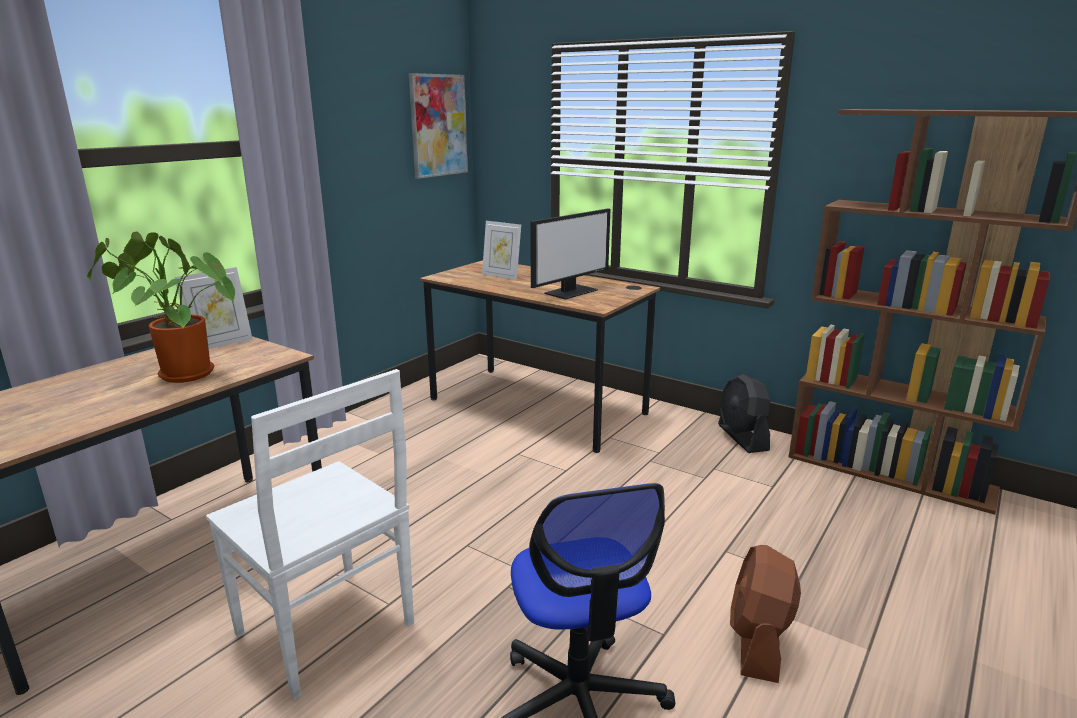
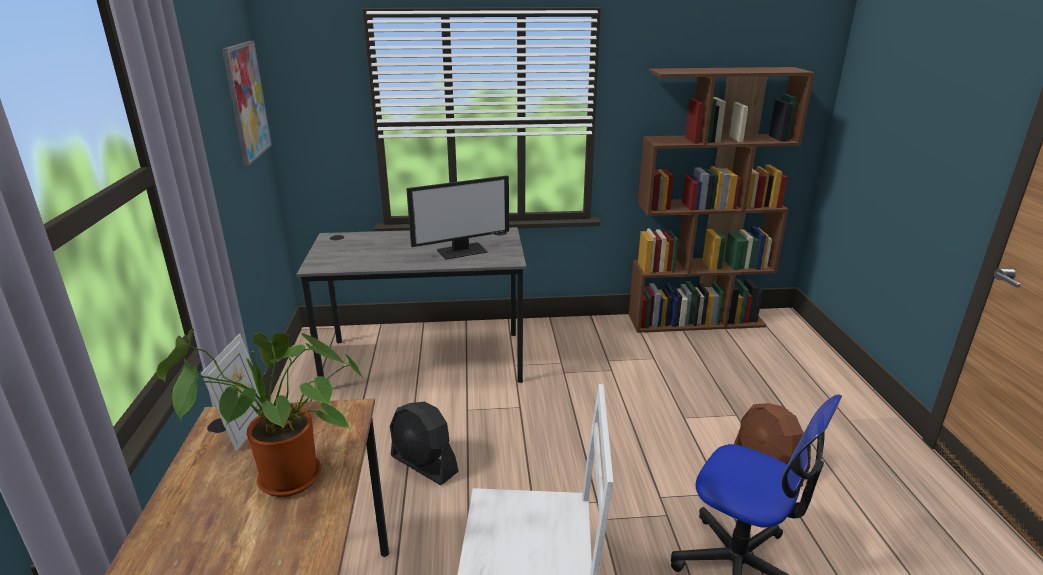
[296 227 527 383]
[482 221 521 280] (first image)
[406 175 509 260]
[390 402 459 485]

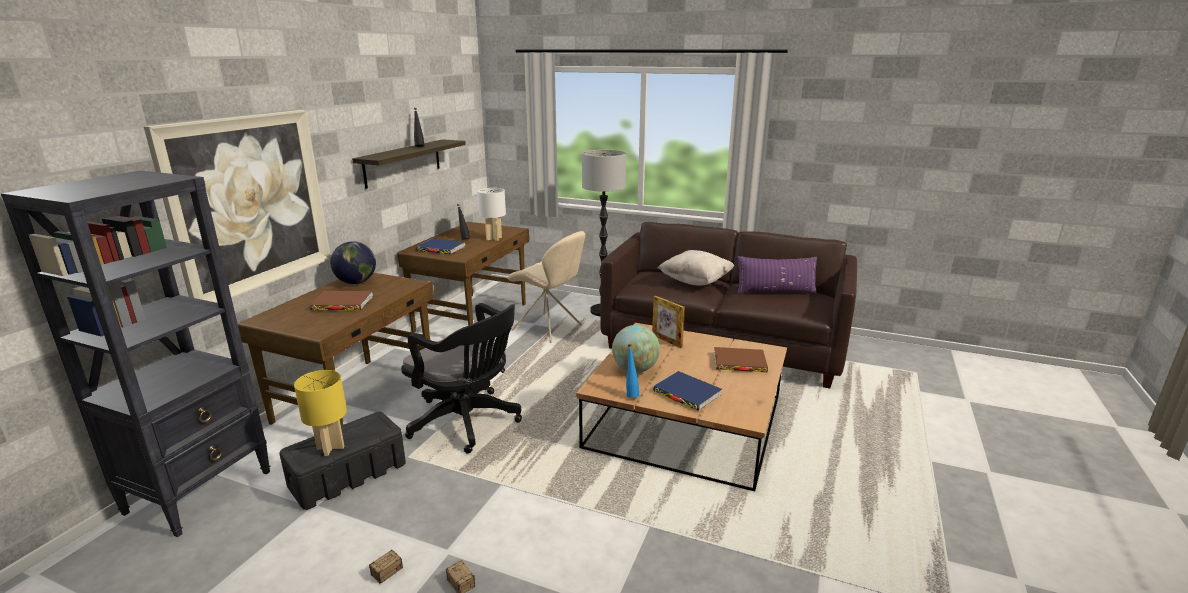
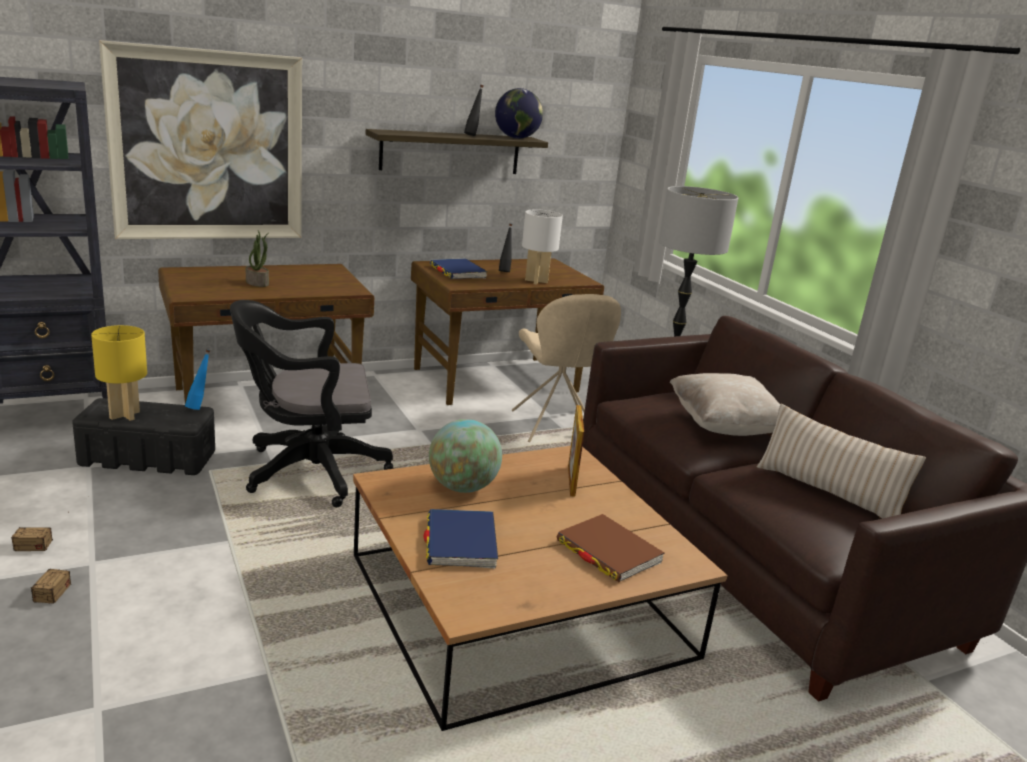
[246 230 269 287]
[495 88 543 139]
[230 300 394 507]
[185 349 211 410]
[757 404 926 518]

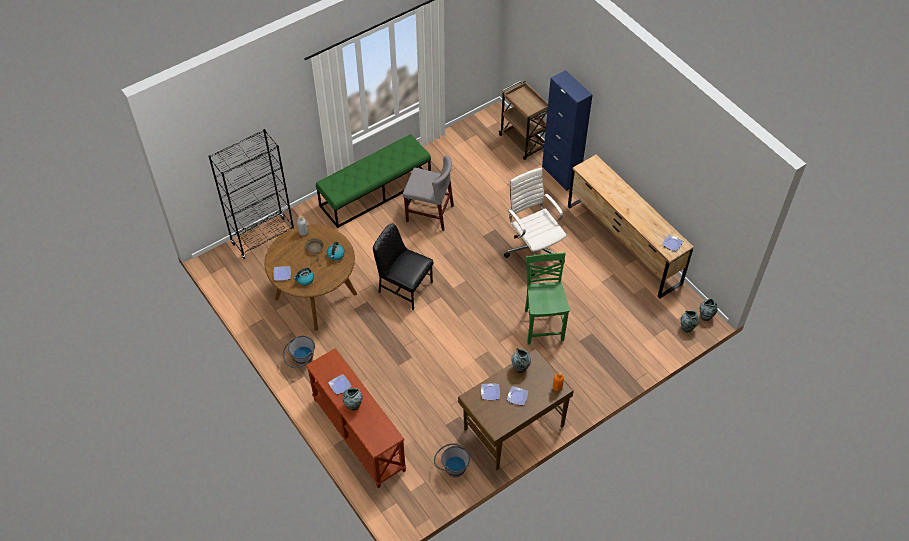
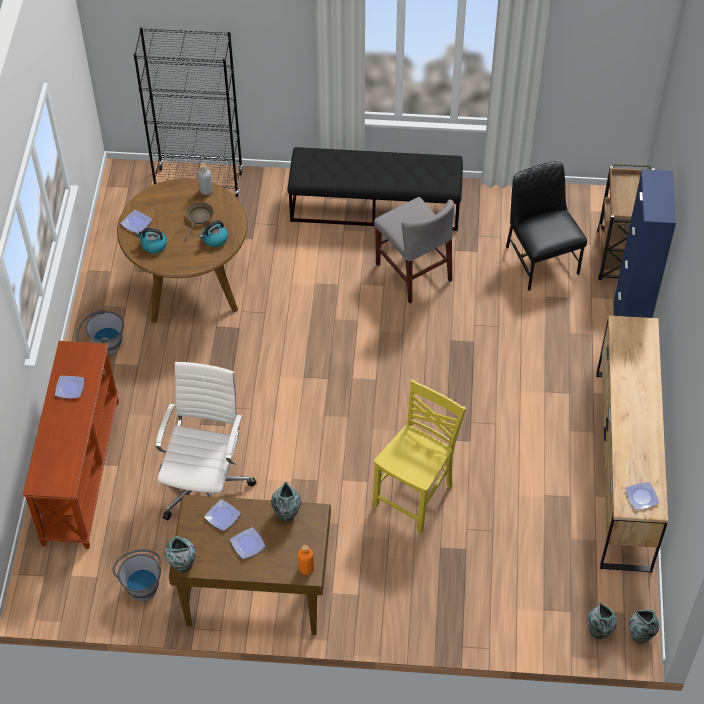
[287 147 463 231]
[165 536 196 573]
[506 161 587 290]
[156 362 257 521]
[373 380 466 534]

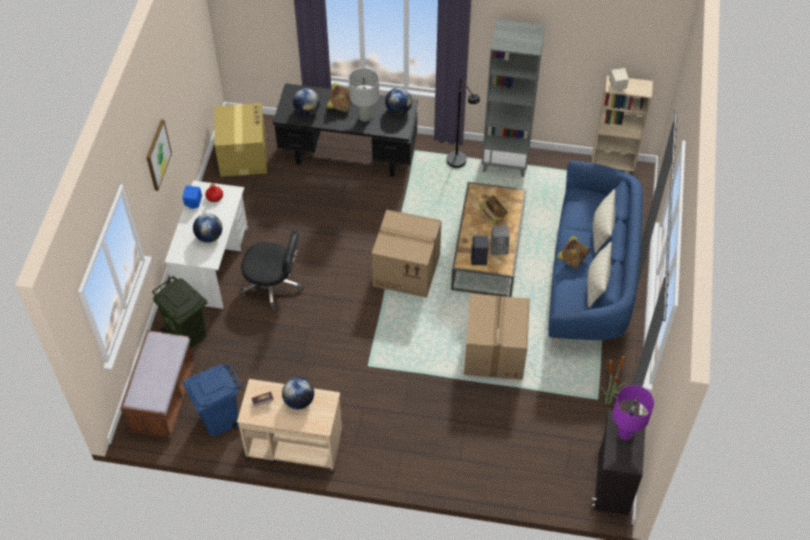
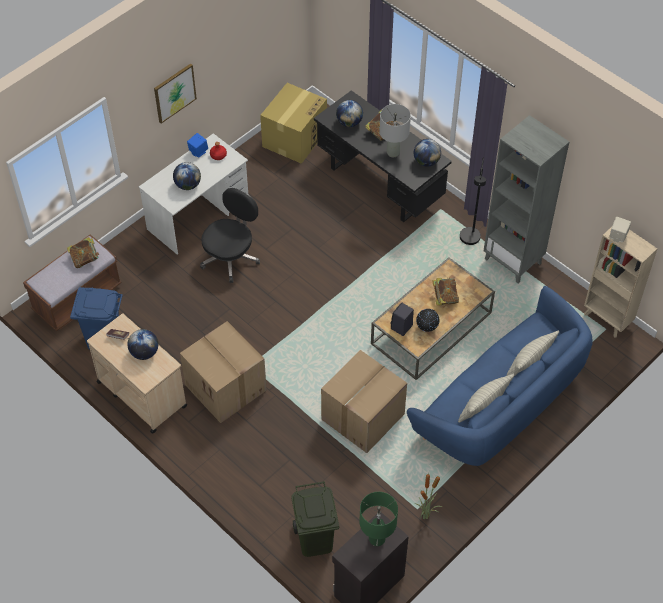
[291 481 339 557]
[200 188 260 283]
[180 321 267 423]
[416 309 440 332]
[67 237 100 268]
[359 492 398 546]

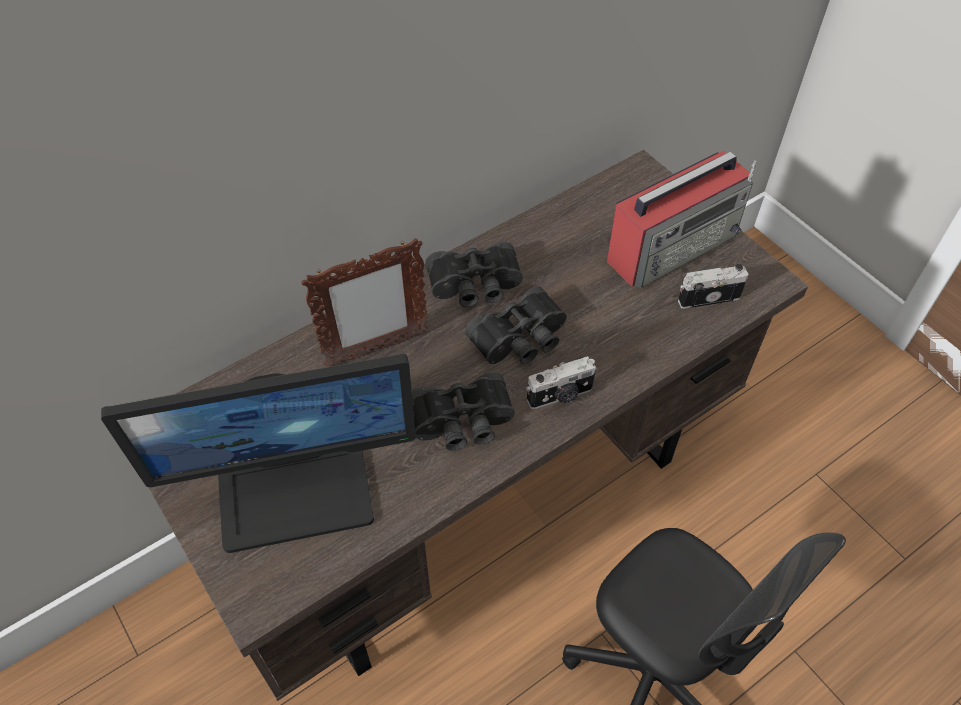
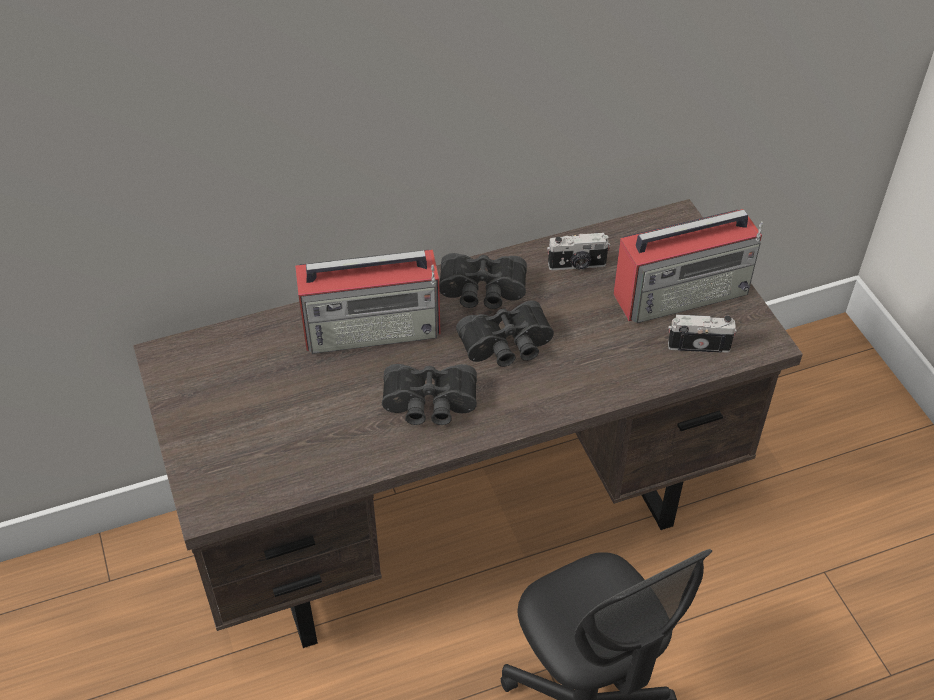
[101 354 416 553] (first image)
[295 250 441 354]
[547 233 610 270]

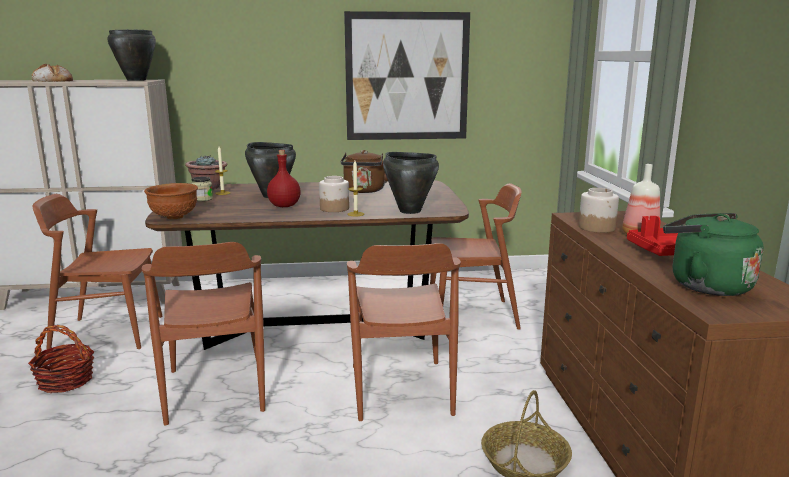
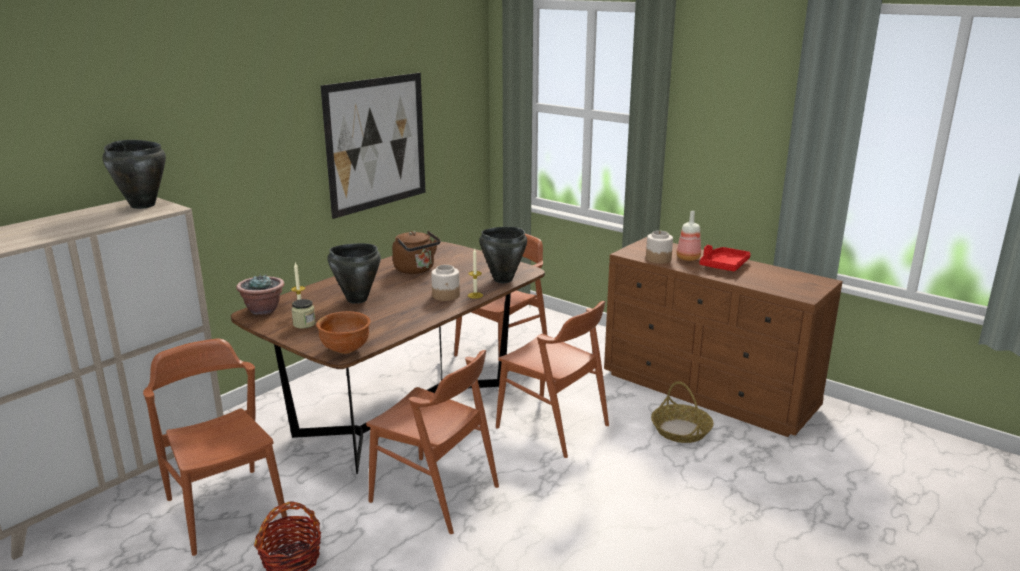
[32 64 73 82] (first image)
[143 339 288 556]
[267 150 301 207] (first image)
[663 213 764 296] (first image)

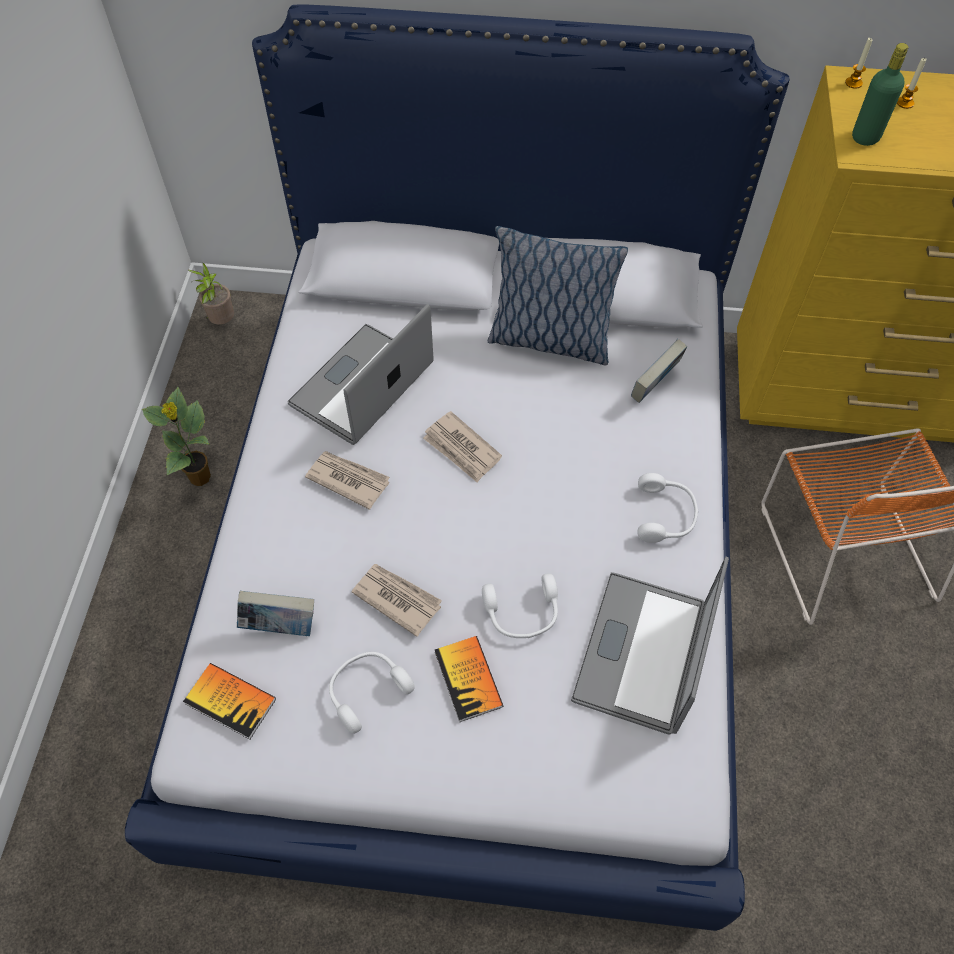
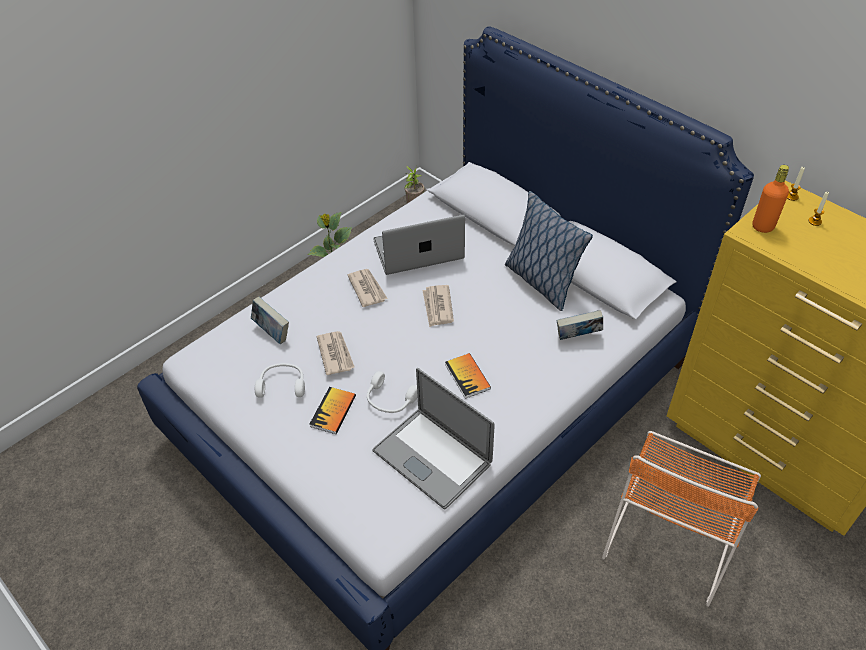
[445 353 491 399]
[372 368 495 510]
[637 473 698 543] (first image)
[752 165 789 233]

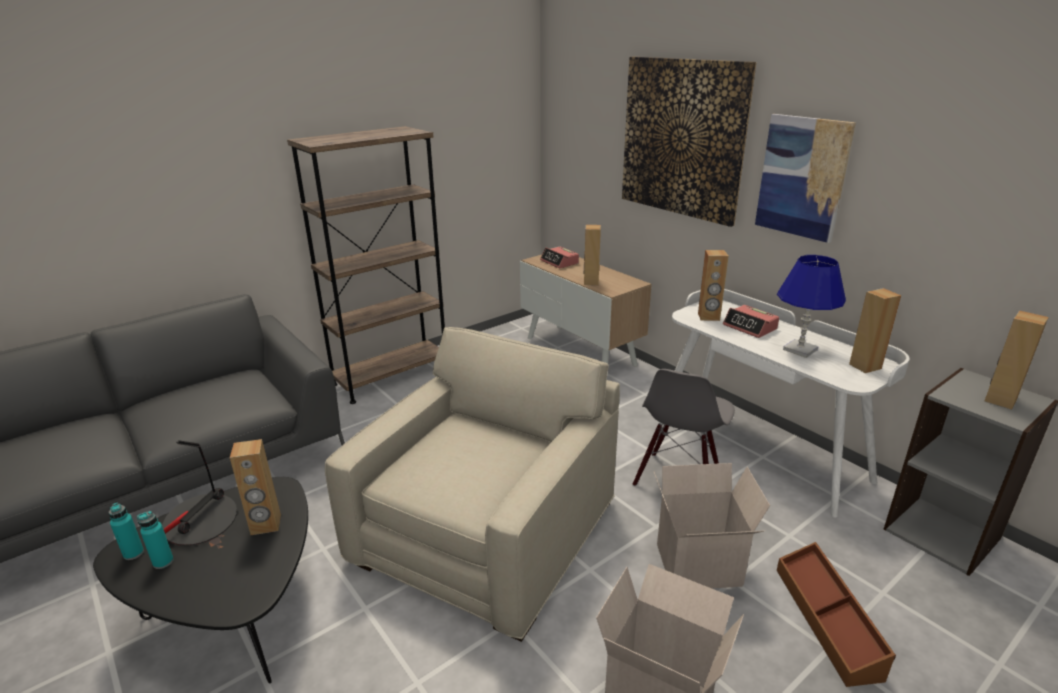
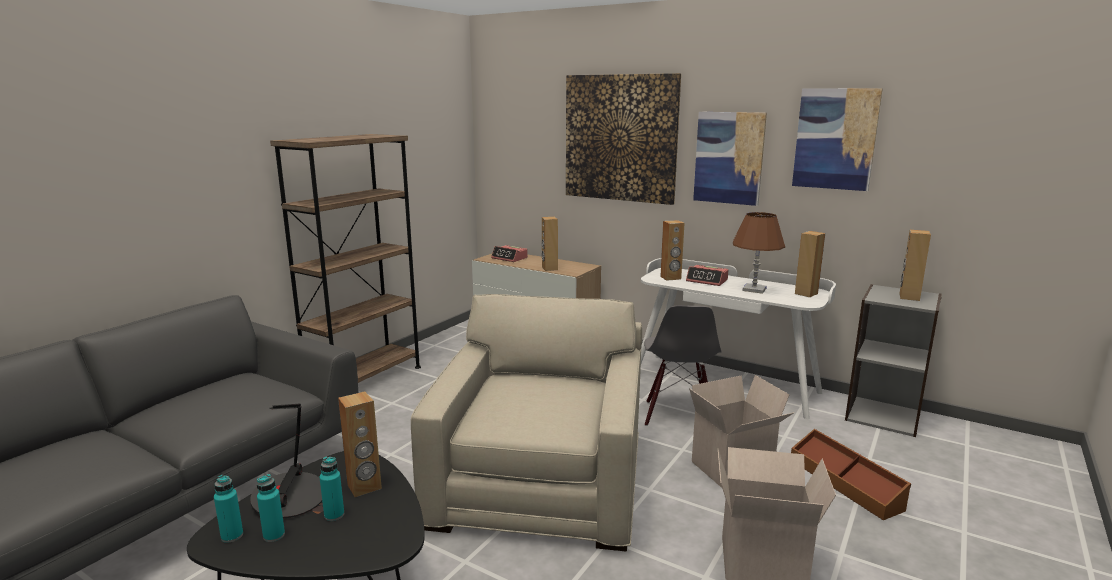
[733 212 785 294]
[320 457 344 521]
[792 88 883 191]

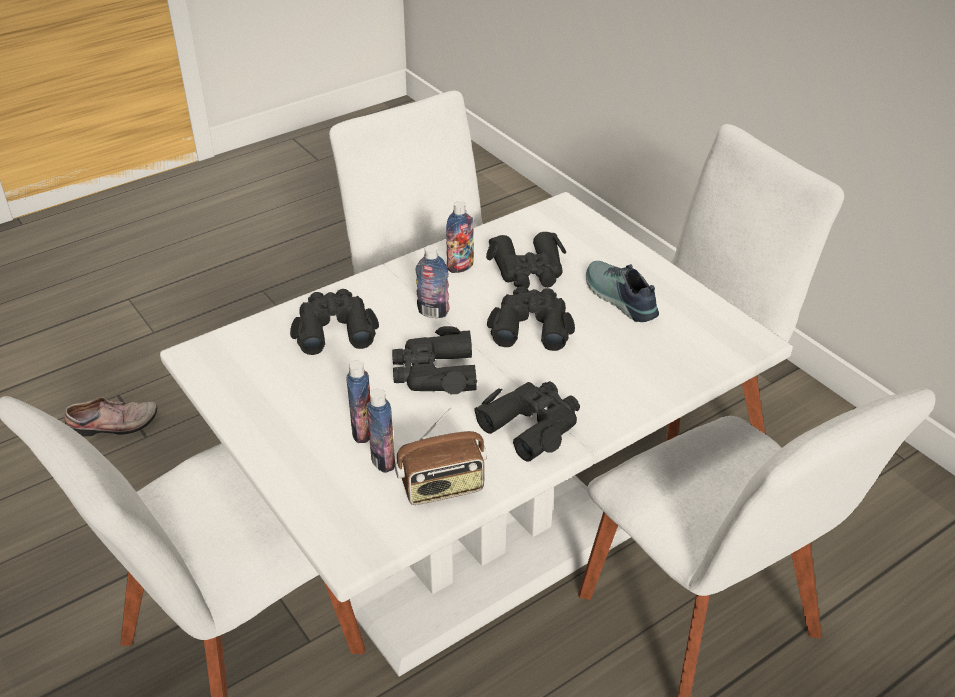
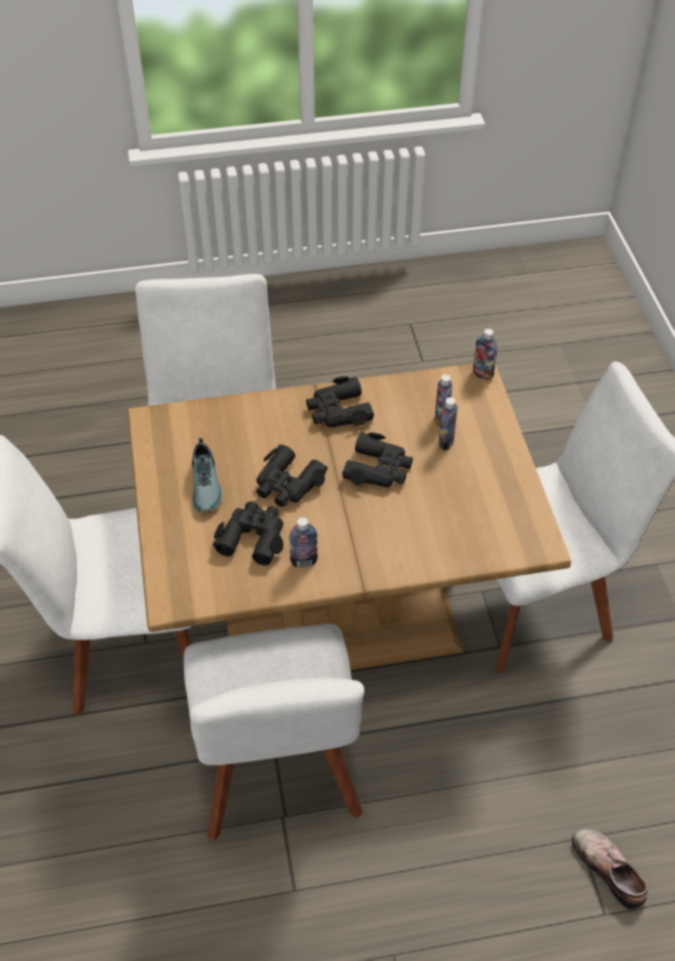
[572 828 648 910]
[127 363 571 671]
[290 289 379 355] (first image)
[395 407 487 505] (first image)
[473 329 497 380]

